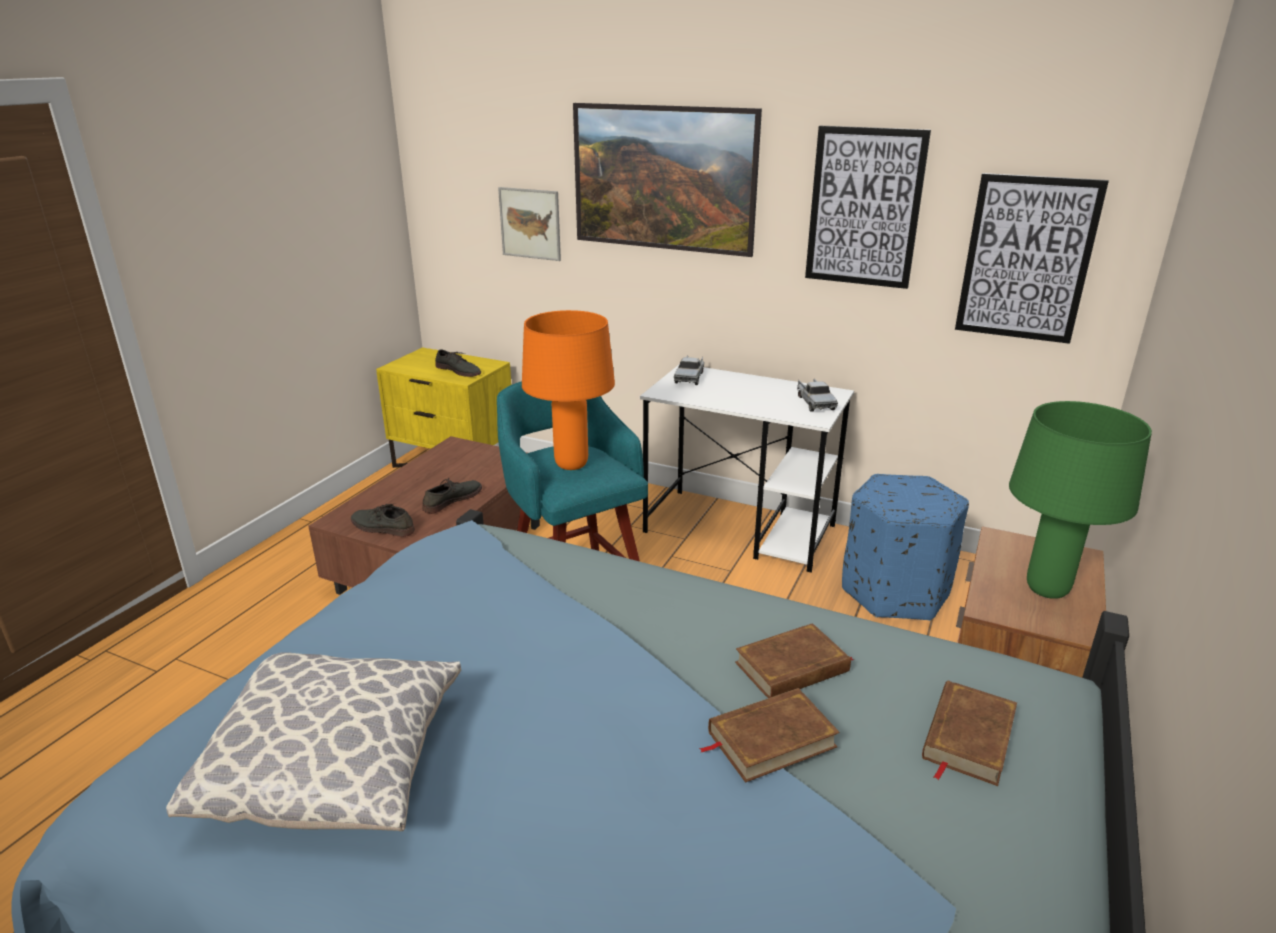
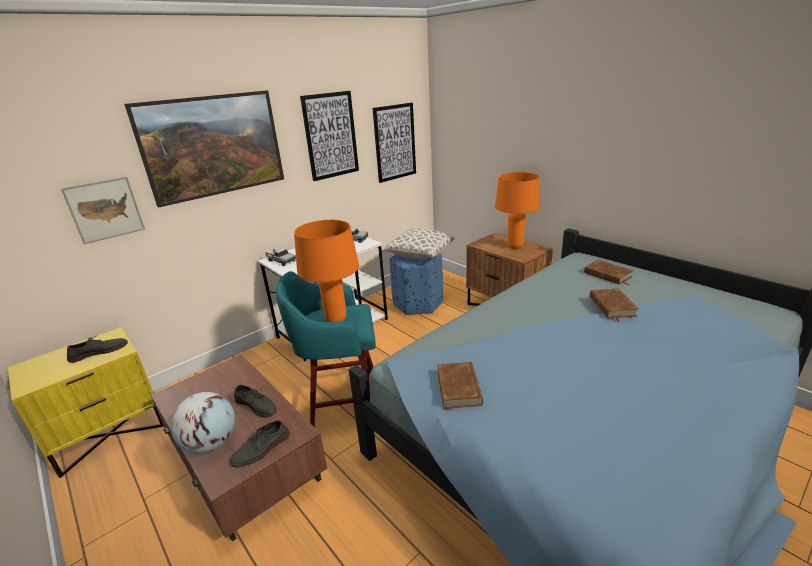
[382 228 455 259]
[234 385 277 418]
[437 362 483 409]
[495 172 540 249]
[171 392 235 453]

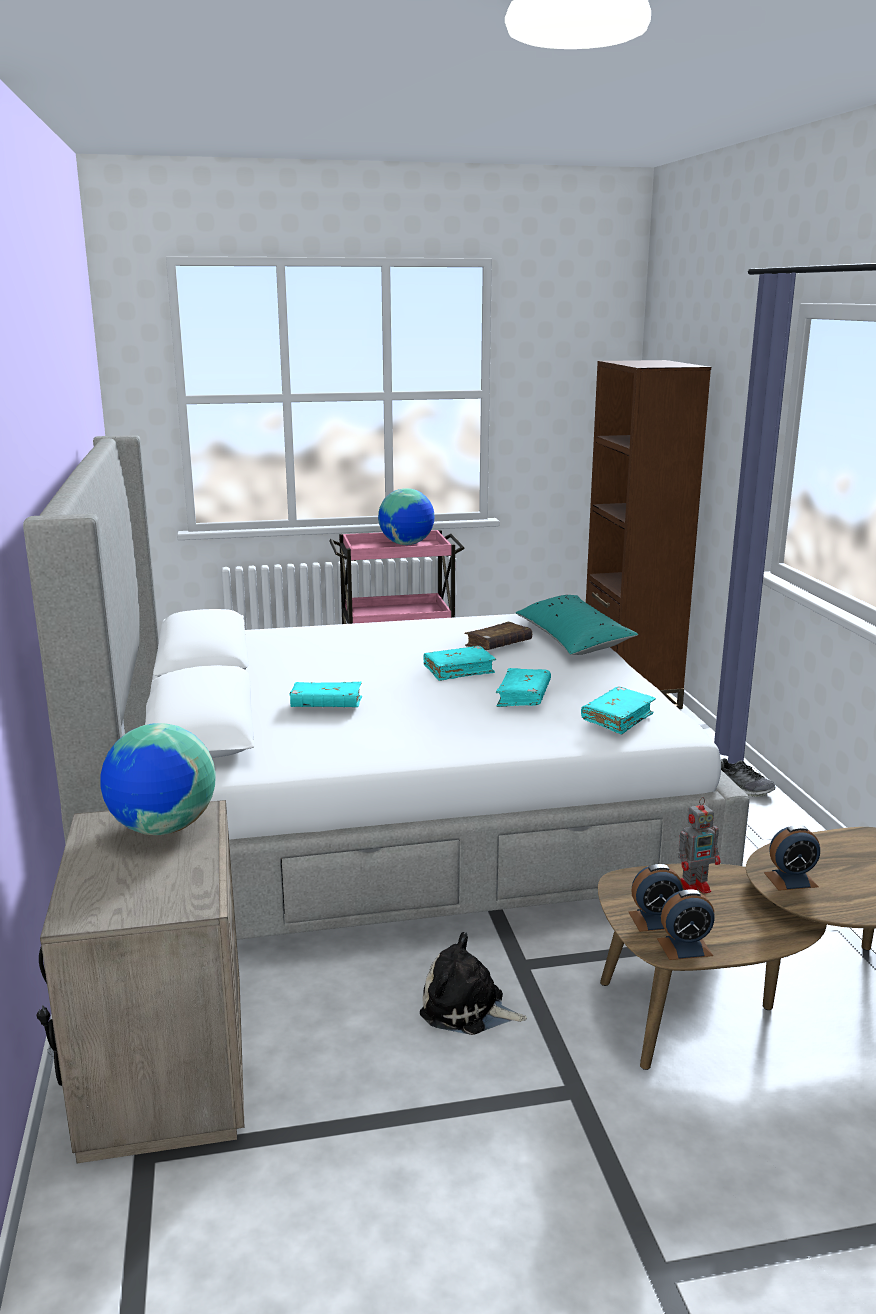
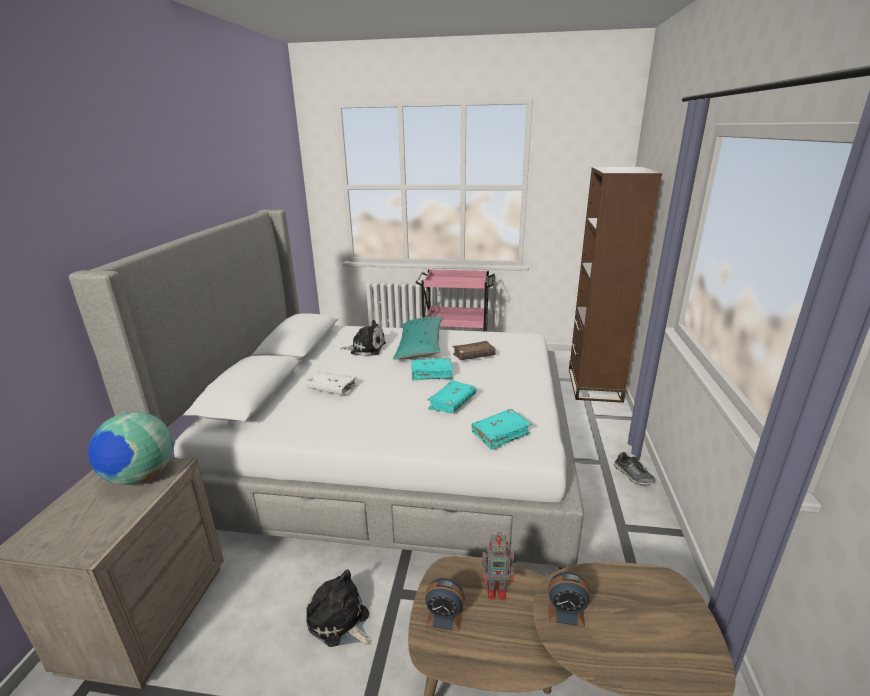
[306 371 357 395]
[378 488 435 545] (first image)
[393 317 443 360]
[657 889 715 960] (first image)
[340 320 386 356]

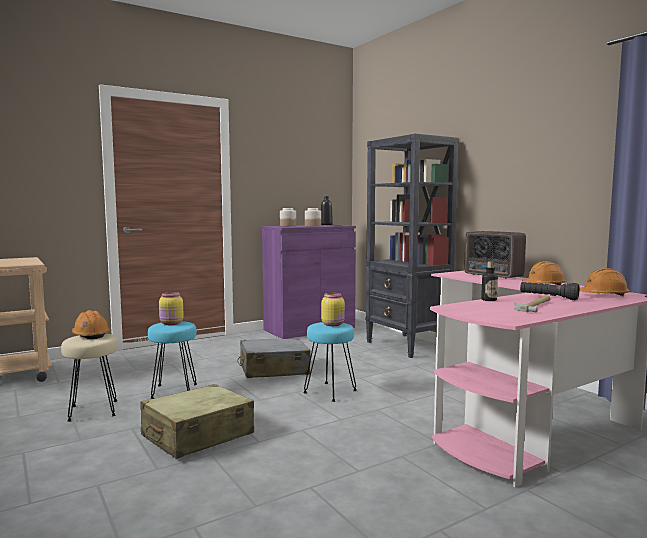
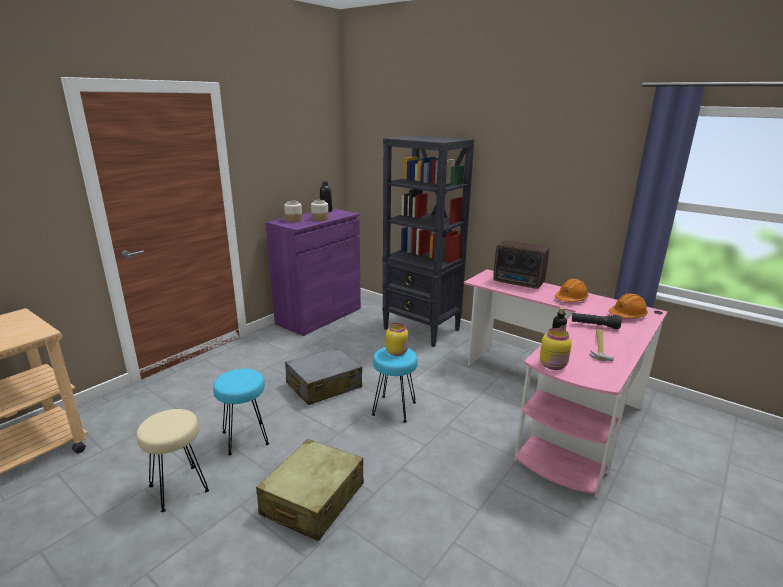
[72 310 110 339] (first image)
[540 328 572 370]

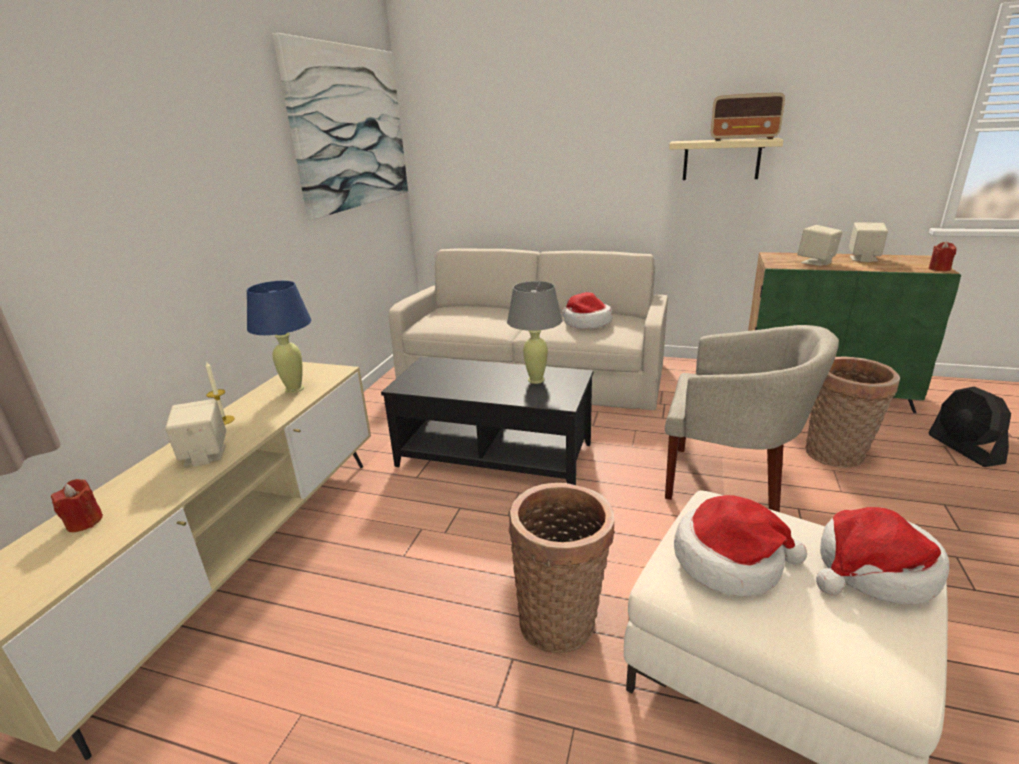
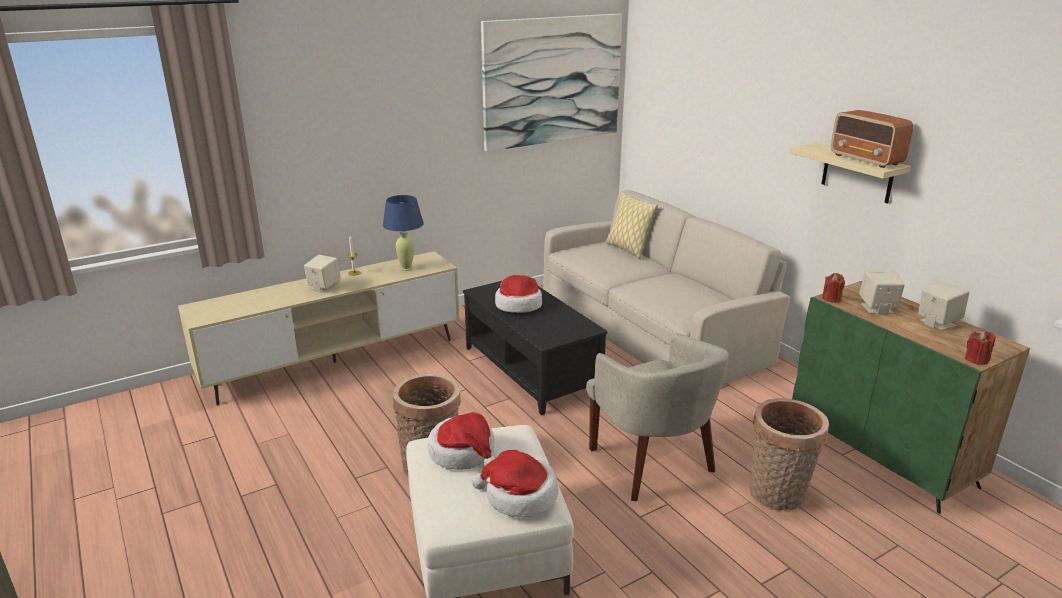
[822 273 845 303]
[507 281 562 384] (first image)
[495 275 542 313]
[928 387 1011 467] (first image)
[606 192 658 259]

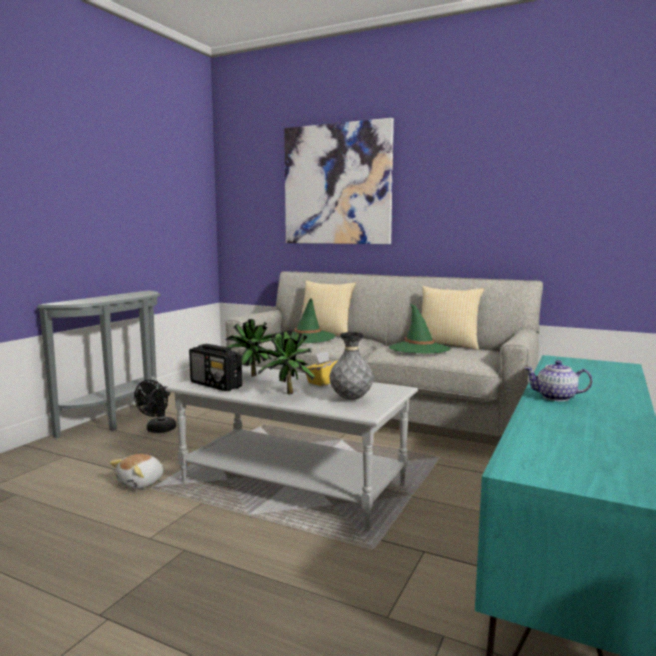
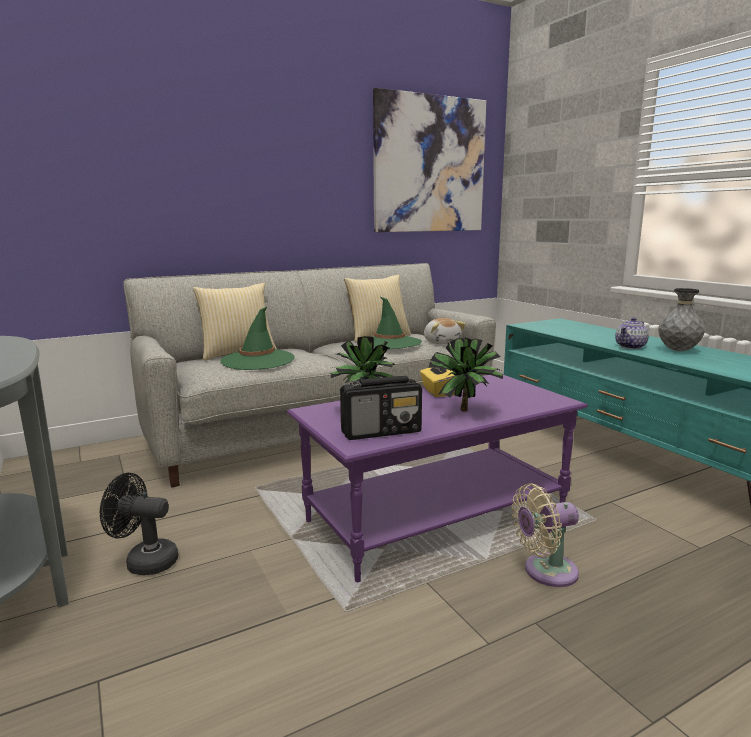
[424 318 465 344]
[100 473 179 575]
[287 375 588 582]
[373 88 486 232]
[658 288 705 351]
[511 483 579 587]

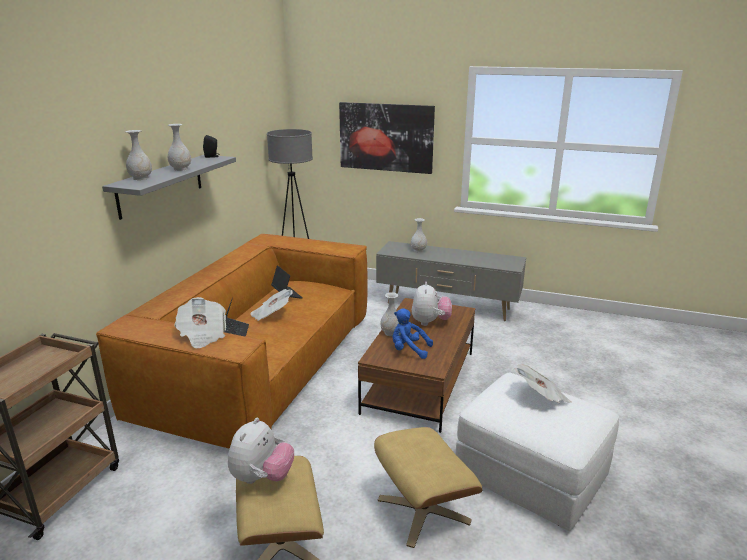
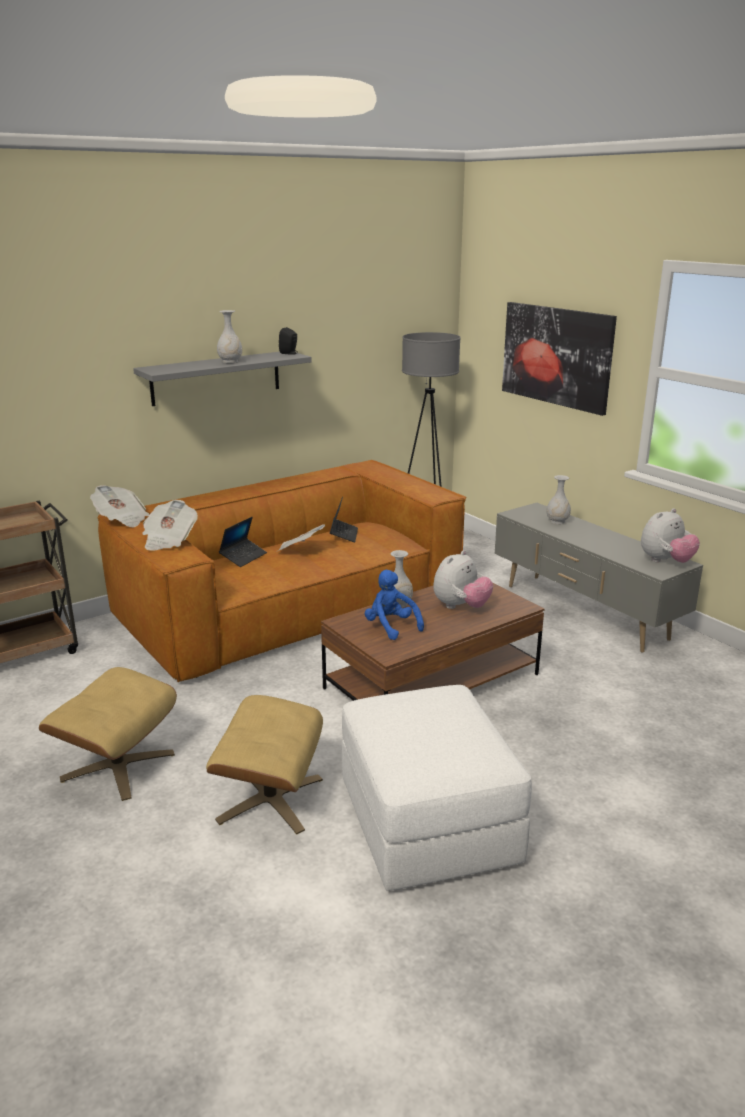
[125 130 152 180] (first image)
[641 508 700 563]
[90 485 149 527]

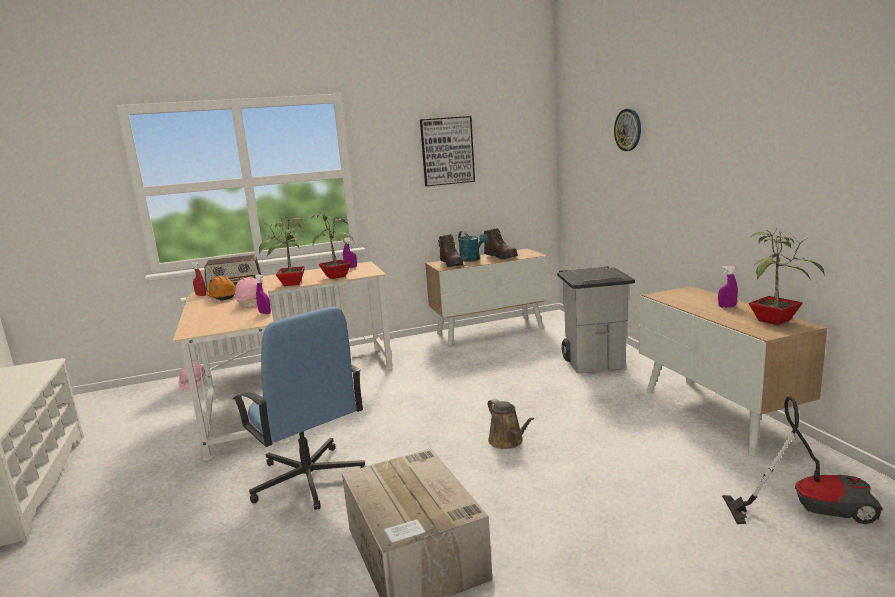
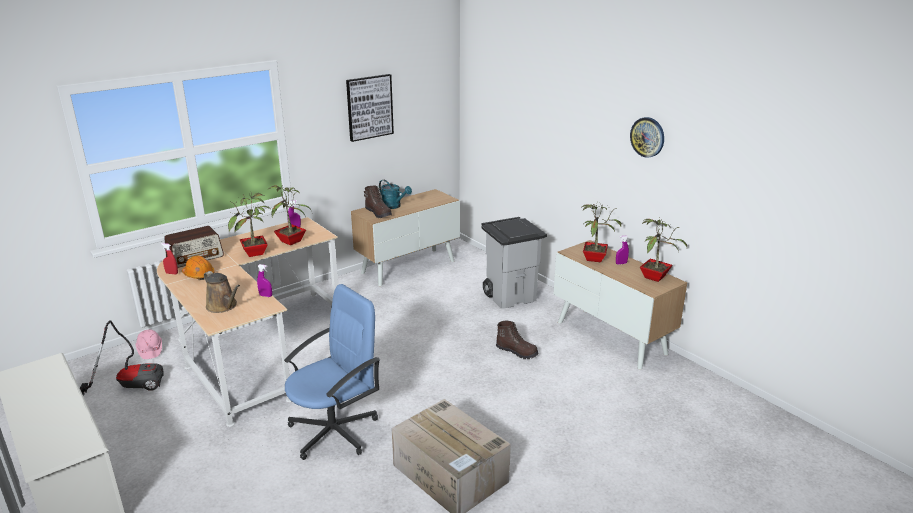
[284 284 381 460]
[234 277 266 308] (first image)
[496 321 539 359]
[204 271 240 313]
[630 117 664 158]
[80 320 164 396]
[581 204 621 262]

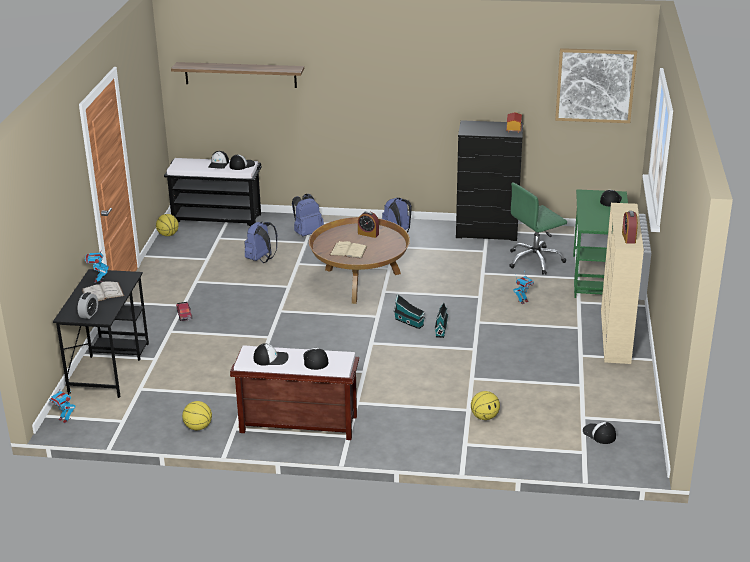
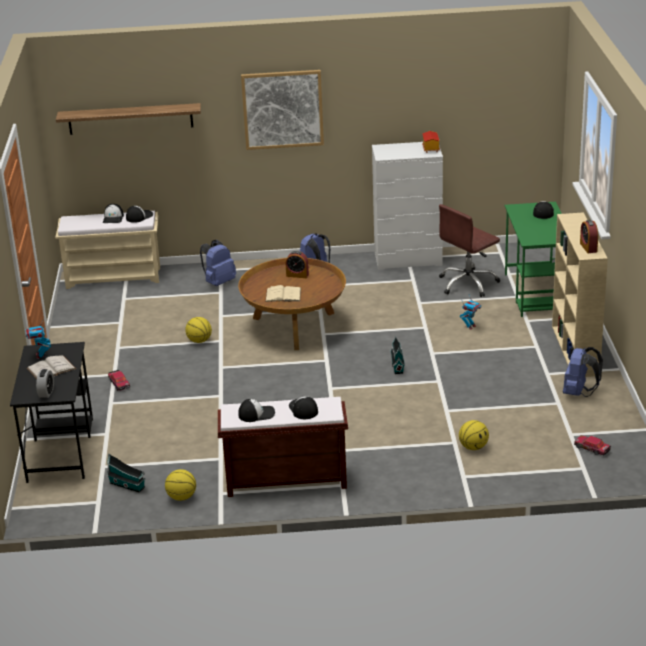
[50 387 75 423] (first image)
[185 317 212 343]
[55 211 160 289]
[563 347 603 397]
[107 454 145 493]
[372 142 443 270]
[439 204 500 297]
[241 70 324 150]
[574 435 611 455]

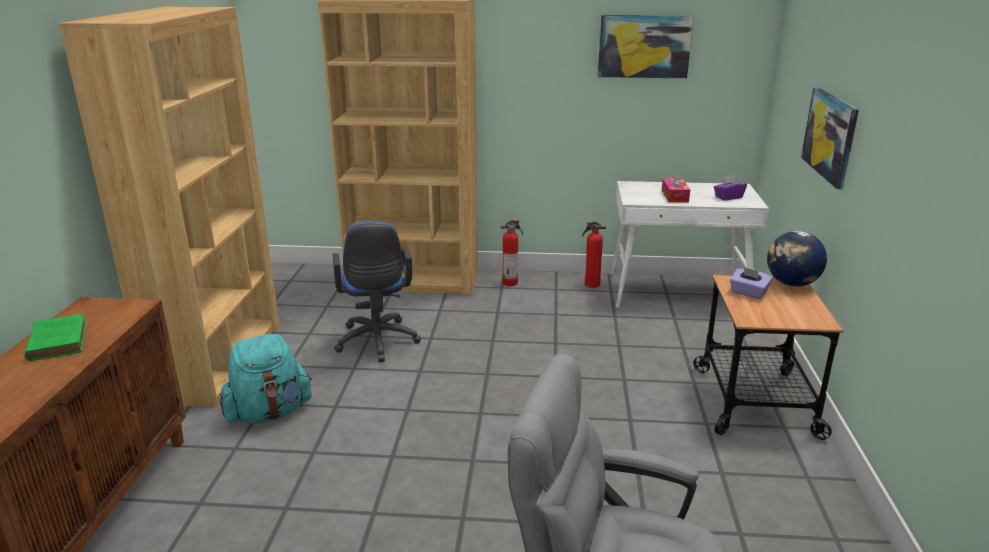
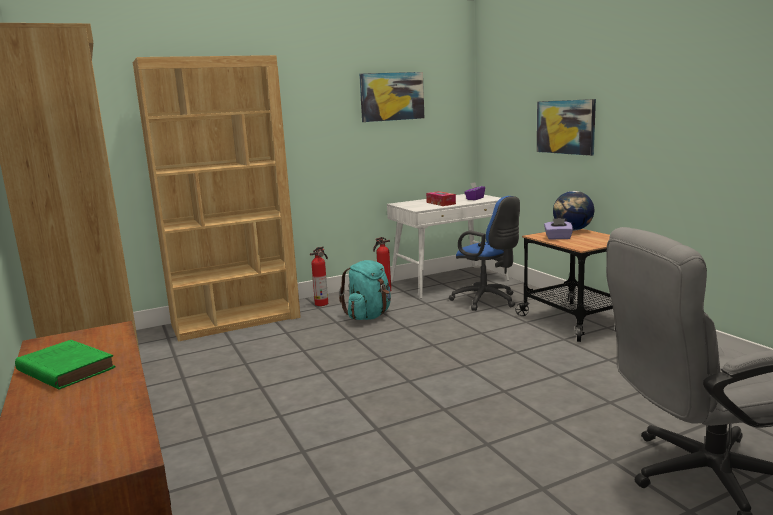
[339 260 391 320]
[449 196 520 311]

